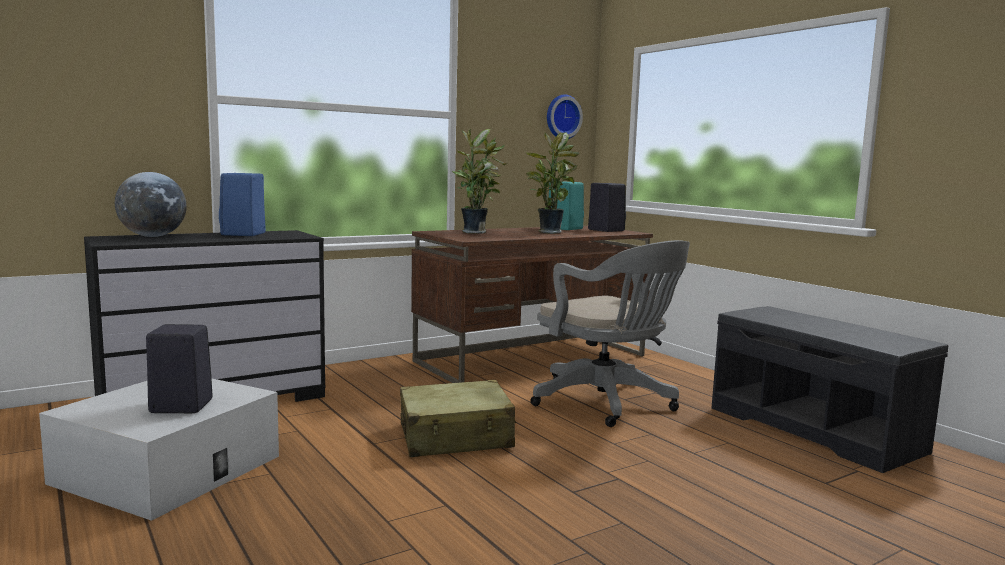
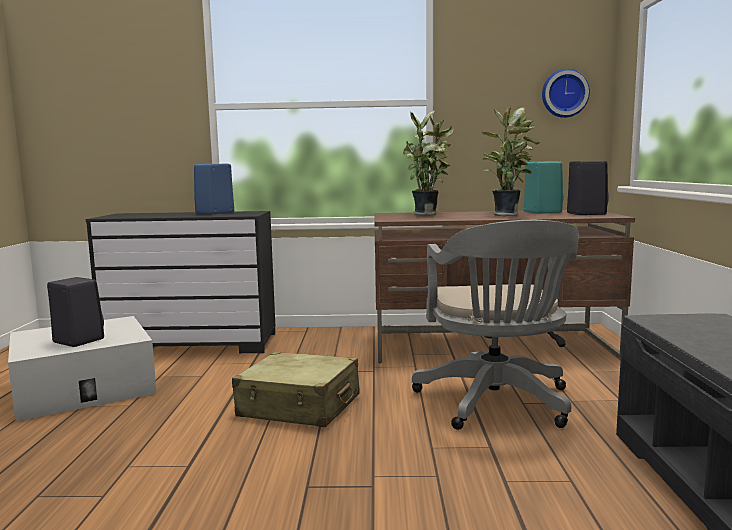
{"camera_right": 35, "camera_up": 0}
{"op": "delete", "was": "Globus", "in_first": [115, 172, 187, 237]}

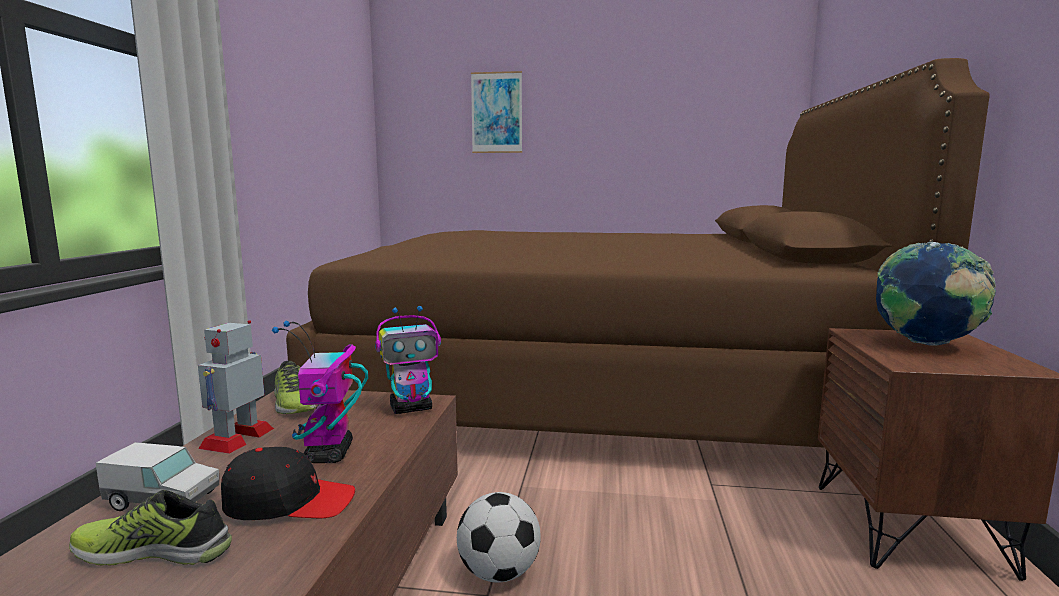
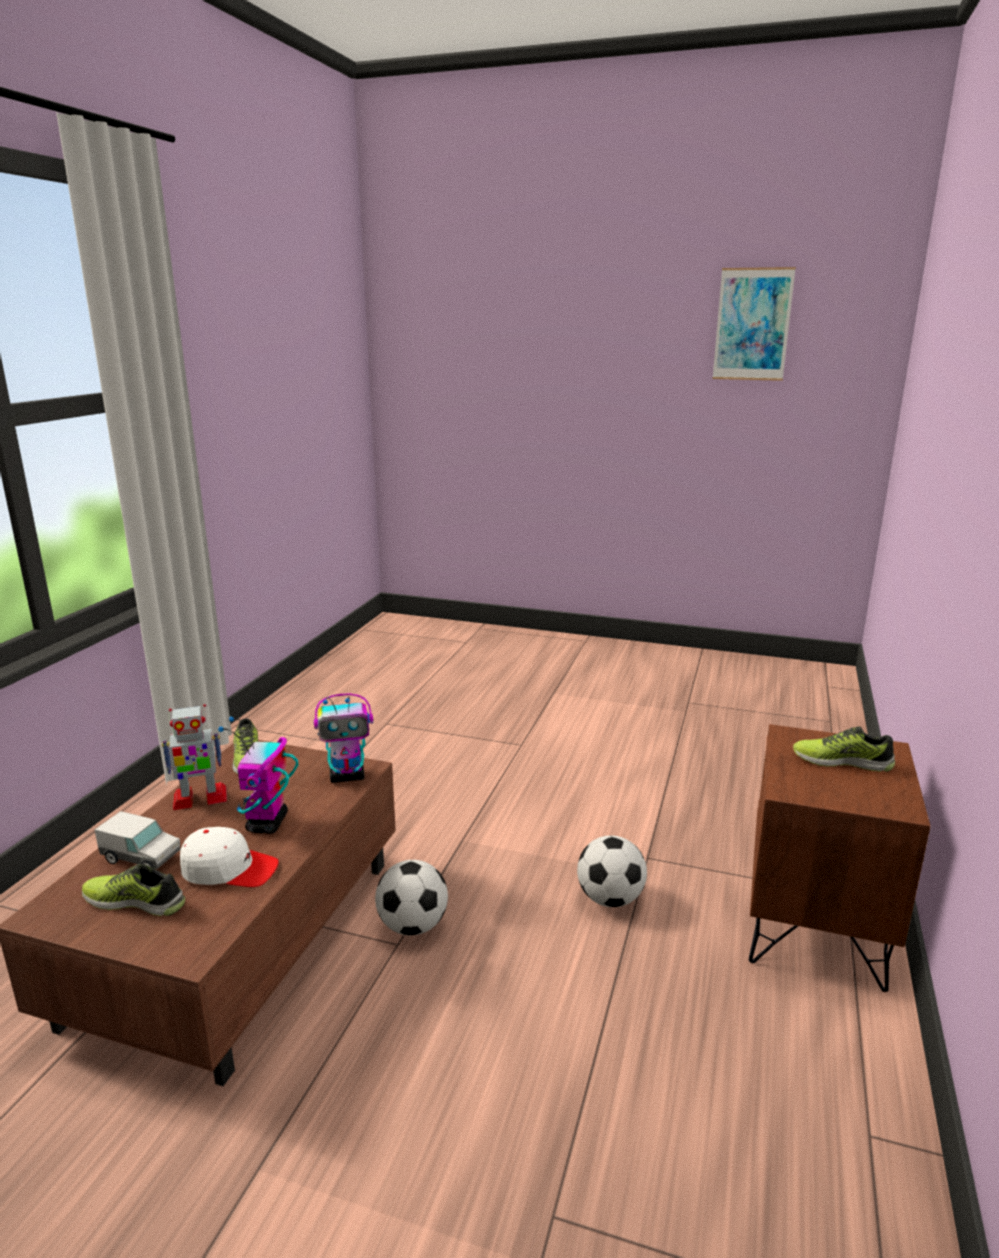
{"camera_right": 10, "camera_up": 10}
{"op": "delete", "was": "Bett [braun]", "in_first": [286, 58, 990, 448]}
{"op": "move", "was": "Bild", "in_first": [471, 71, 522, 153], "in_second": [712, 267, 796, 381]}
{"op": "replace", "was": "Globus", "now": "Schuh", "in_first": [876, 242, 996, 346], "in_second": [793, 727, 895, 772]}
{"op": "rotate", "was": "Spielzeugroboter", "in_first": [198, 320, 274, 454], "in_second": [161, 704, 227, 810], "clockwise": -135}
{"op": "recolor", "was": "Kappe [schwarz]", "now": "Kappe [weiß]", "in_first": [221, 447, 355, 520], "in_second": [180, 827, 279, 887]}
{"op": "insert", "now": "Fußball", "in_second": [577, 835, 647, 907]}

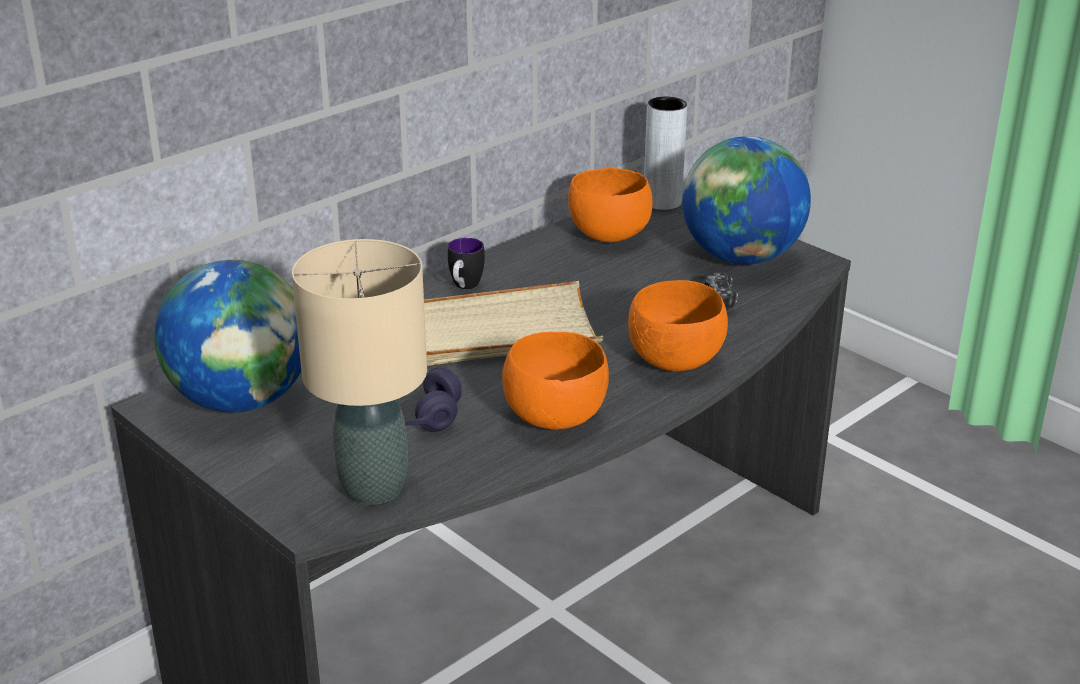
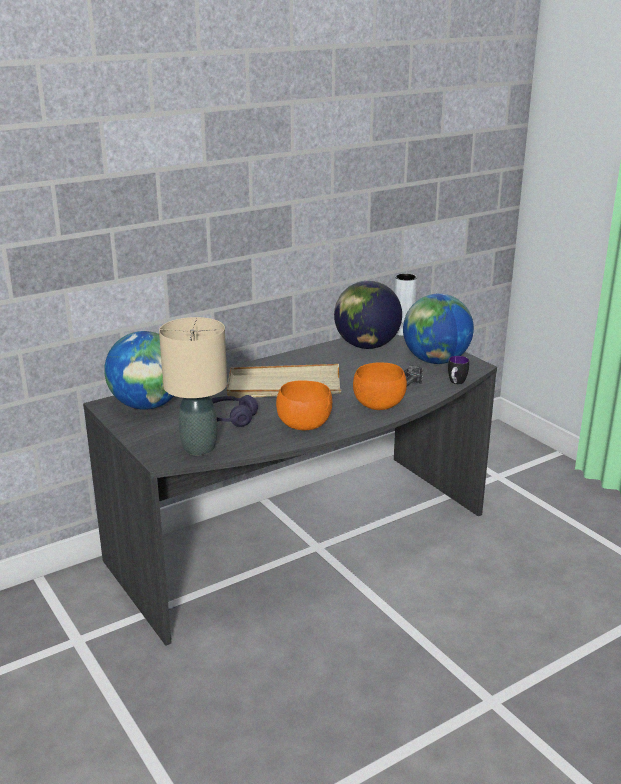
{"camera_right": 10, "camera_up": -5}
{"op": "replace", "was": "Schüssel [orange]", "now": "Globus", "in_first": [568, 168, 653, 242], "in_second": [334, 281, 402, 349]}
{"op": "move", "was": "Henkelbecher", "in_first": [447, 238, 485, 289], "in_second": [448, 356, 469, 385]}

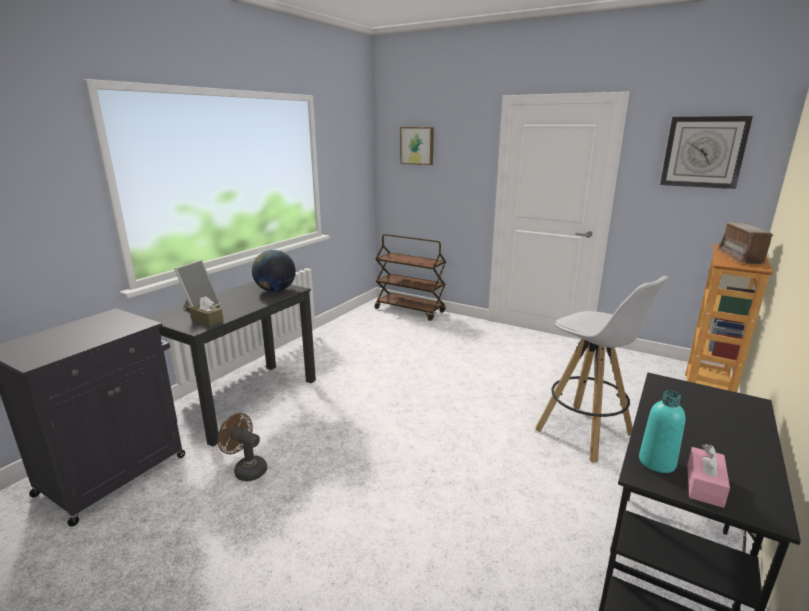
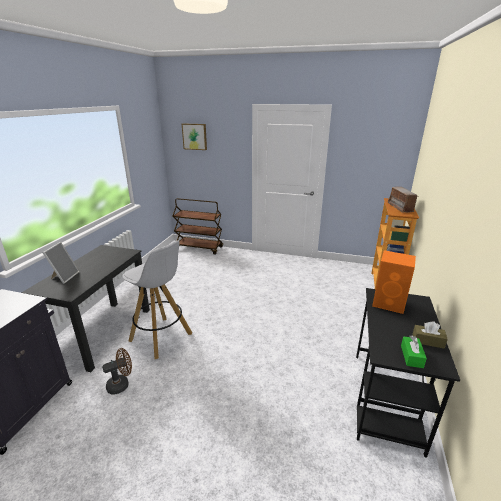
{"camera_right": -15, "camera_up": 5}
{"op": "delete", "was": "Wanduhr", "in_first": [660, 116, 753, 189]}
{"op": "delete", "was": "Globus", "in_first": [252, 250, 296, 292]}
{"op": "move", "was": "Hocker [weiß]", "in_first": [535, 276, 668, 463], "in_second": [122, 240, 192, 359]}
{"op": "move", "was": "Taschentuchbox [braun]", "in_first": [189, 296, 224, 326], "in_second": [413, 321, 448, 349]}
{"op": "delete", "was": "Flasche [türkis]", "in_first": [639, 390, 685, 473]}
{"op": "rotate", "was": "Ventilator [braun]", "in_first": [217, 413, 267, 482], "in_second": [102, 348, 132, 395], "clockwise": 135}
{"op": "recolor", "was": "Taschentuchbox [rosa]", "now": "Taschentuchbox [grün]", "in_first": [687, 444, 730, 508], "in_second": [401, 335, 427, 368]}
{"op": "insert", "now": "Lautsprecher [orange]", "in_second": [372, 250, 416, 314]}

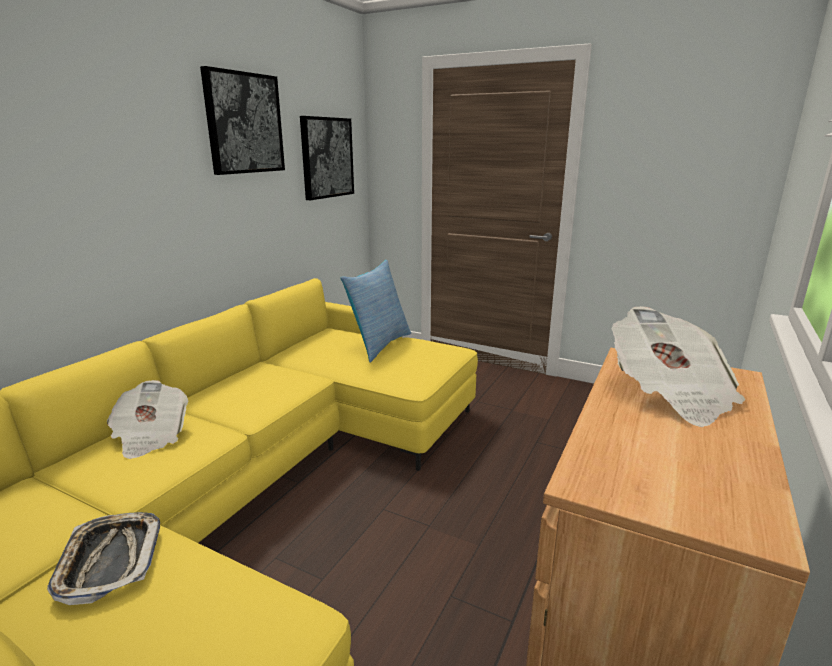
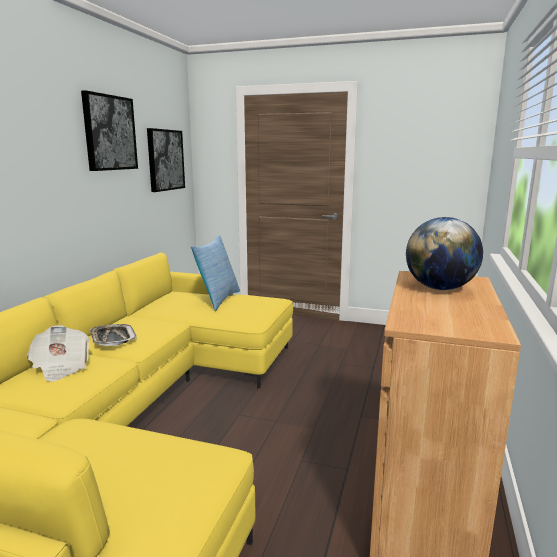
{"camera_right": -10, "camera_up": -5}
{"op": "replace", "was": "Zeitung", "now": "Globus", "in_first": [612, 306, 745, 427], "in_second": [406, 217, 483, 290]}
{"op": "move", "was": "Tablett", "in_first": [47, 512, 160, 605], "in_second": [90, 324, 137, 346]}

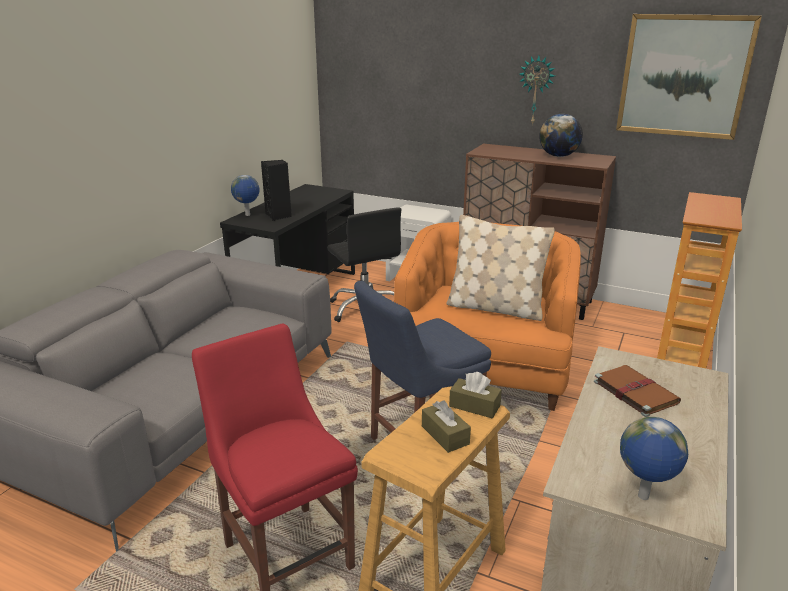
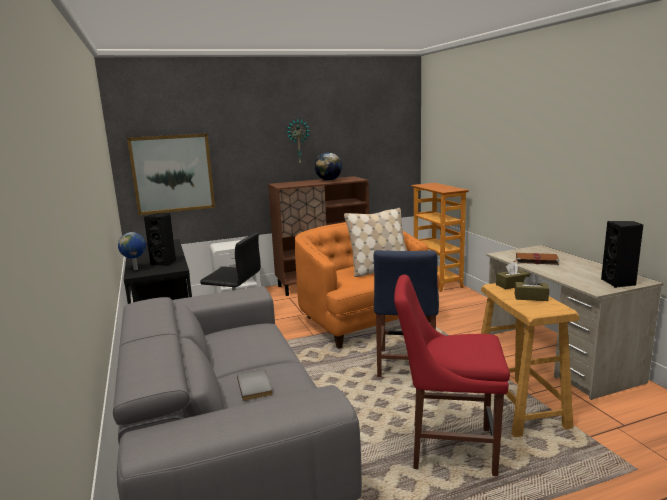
{"camera_right": -45, "camera_up": -10}
{"op": "move", "was": "Bild", "in_first": [616, 14, 762, 140], "in_second": [127, 133, 215, 215]}
{"op": "replace", "was": "Globus", "now": "Lautsprecher [schwarz]", "in_first": [620, 417, 688, 500], "in_second": [601, 221, 644, 288]}
{"op": "insert", "now": "Buch [grau]", "in_second": [237, 370, 273, 401]}

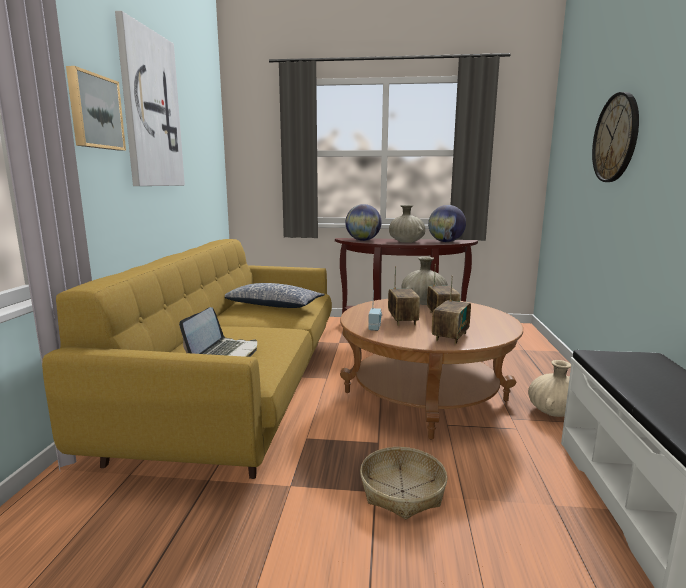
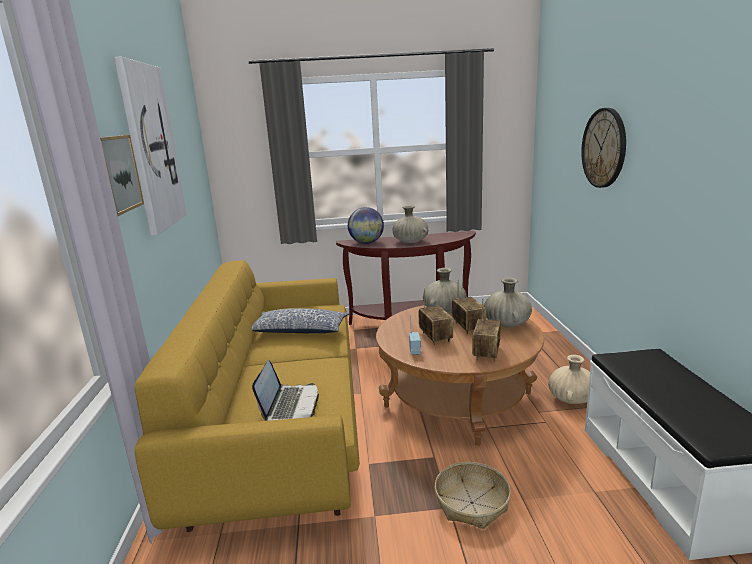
{"camera_right": -10, "camera_up": 5}
{"op": "delete", "was": "Globus", "in_first": [428, 205, 466, 242]}
{"op": "insert", "now": "Vase [beige]", "in_second": [484, 278, 532, 328]}

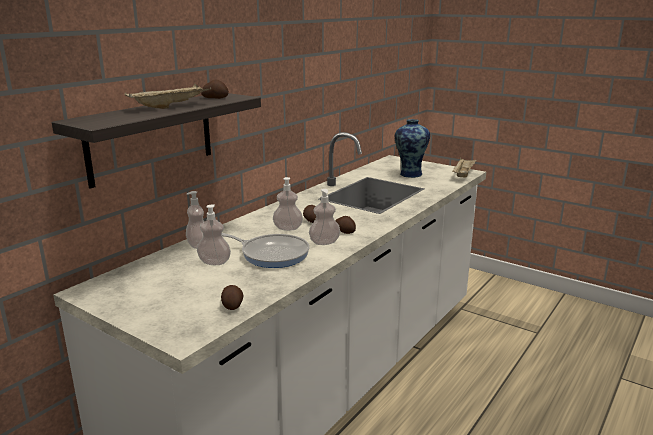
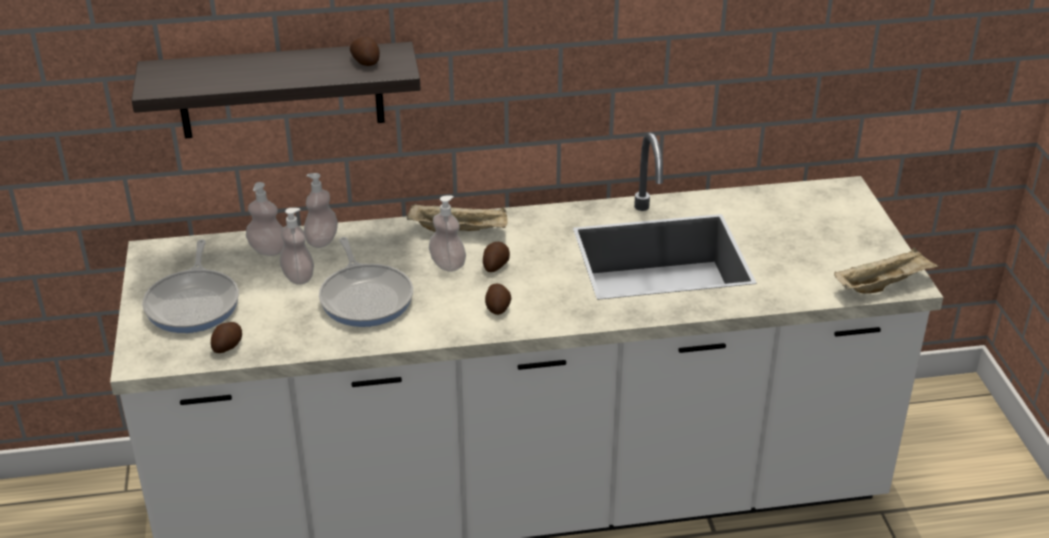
{"camera_right": 45, "camera_up": 15}
{"op": "move", "was": "Tablett [beige]", "in_first": [124, 84, 211, 109], "in_second": [407, 203, 508, 232]}
{"op": "delete", "was": "Vase", "in_first": [395, 119, 430, 178]}
{"op": "move", "was": "Seifenspender", "in_first": [309, 189, 340, 245], "in_second": [246, 182, 284, 256]}
{"op": "insert", "now": "Pfanne", "in_second": [142, 239, 239, 333]}

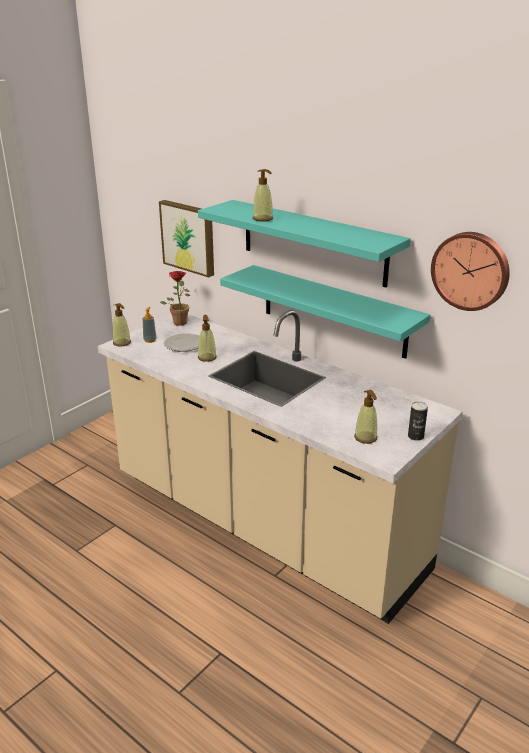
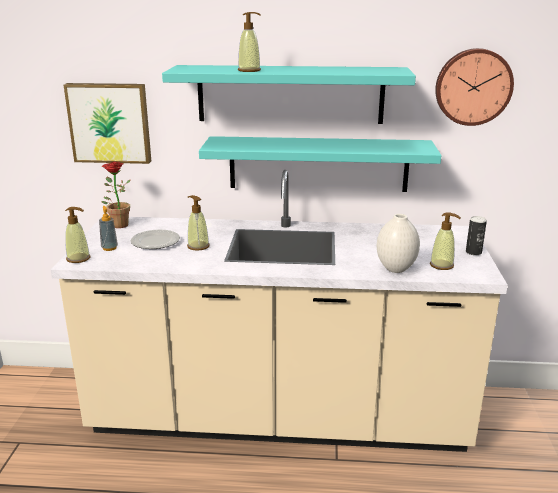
{"camera_right": -35, "camera_up": -5}
{"op": "insert", "now": "Vase [weiß]", "in_second": [377, 214, 420, 273]}

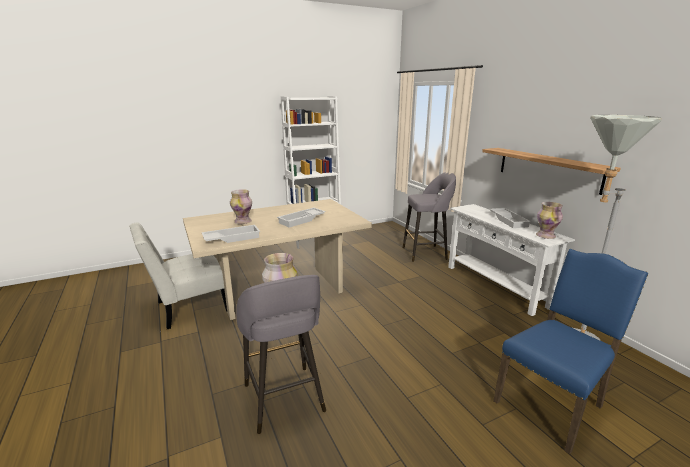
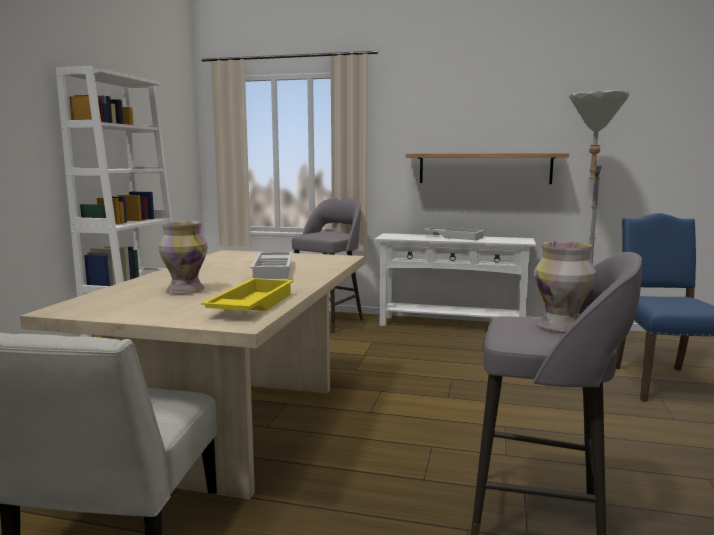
{"camera_right": -50, "camera_up": -10}
{"op": "delete", "was": "Vase", "in_first": [536, 202, 563, 239]}
{"op": "recolor", "was": "Tablett [weiß]", "now": "Tablett [gelb]", "in_first": [202, 225, 260, 243], "in_second": [201, 278, 293, 311]}

